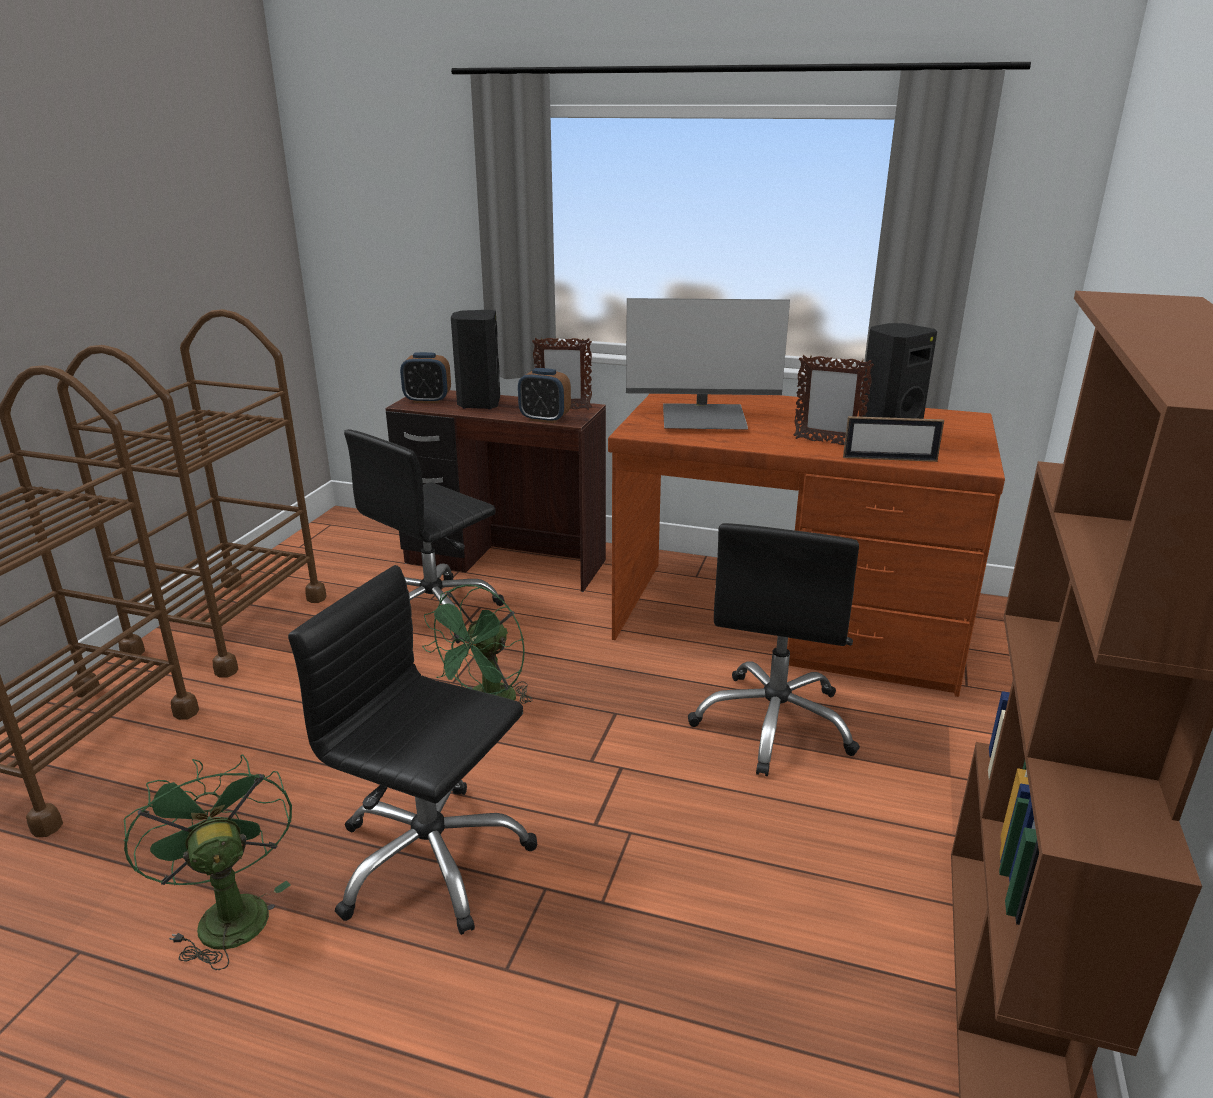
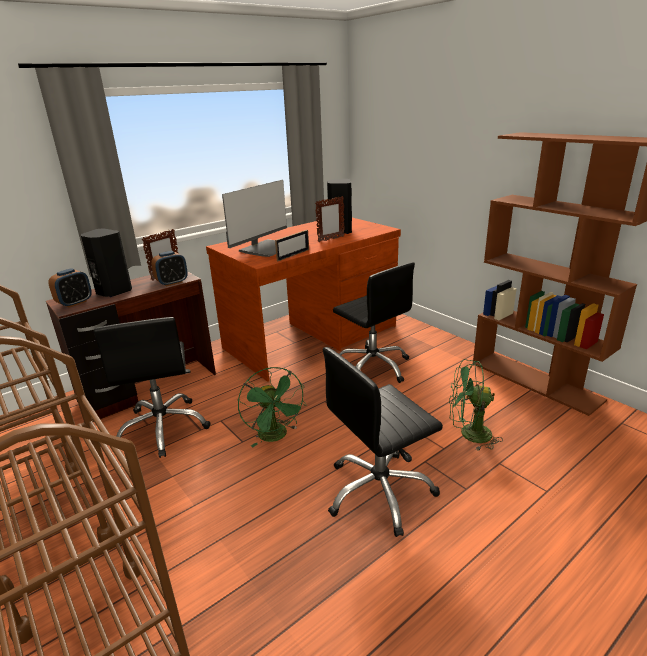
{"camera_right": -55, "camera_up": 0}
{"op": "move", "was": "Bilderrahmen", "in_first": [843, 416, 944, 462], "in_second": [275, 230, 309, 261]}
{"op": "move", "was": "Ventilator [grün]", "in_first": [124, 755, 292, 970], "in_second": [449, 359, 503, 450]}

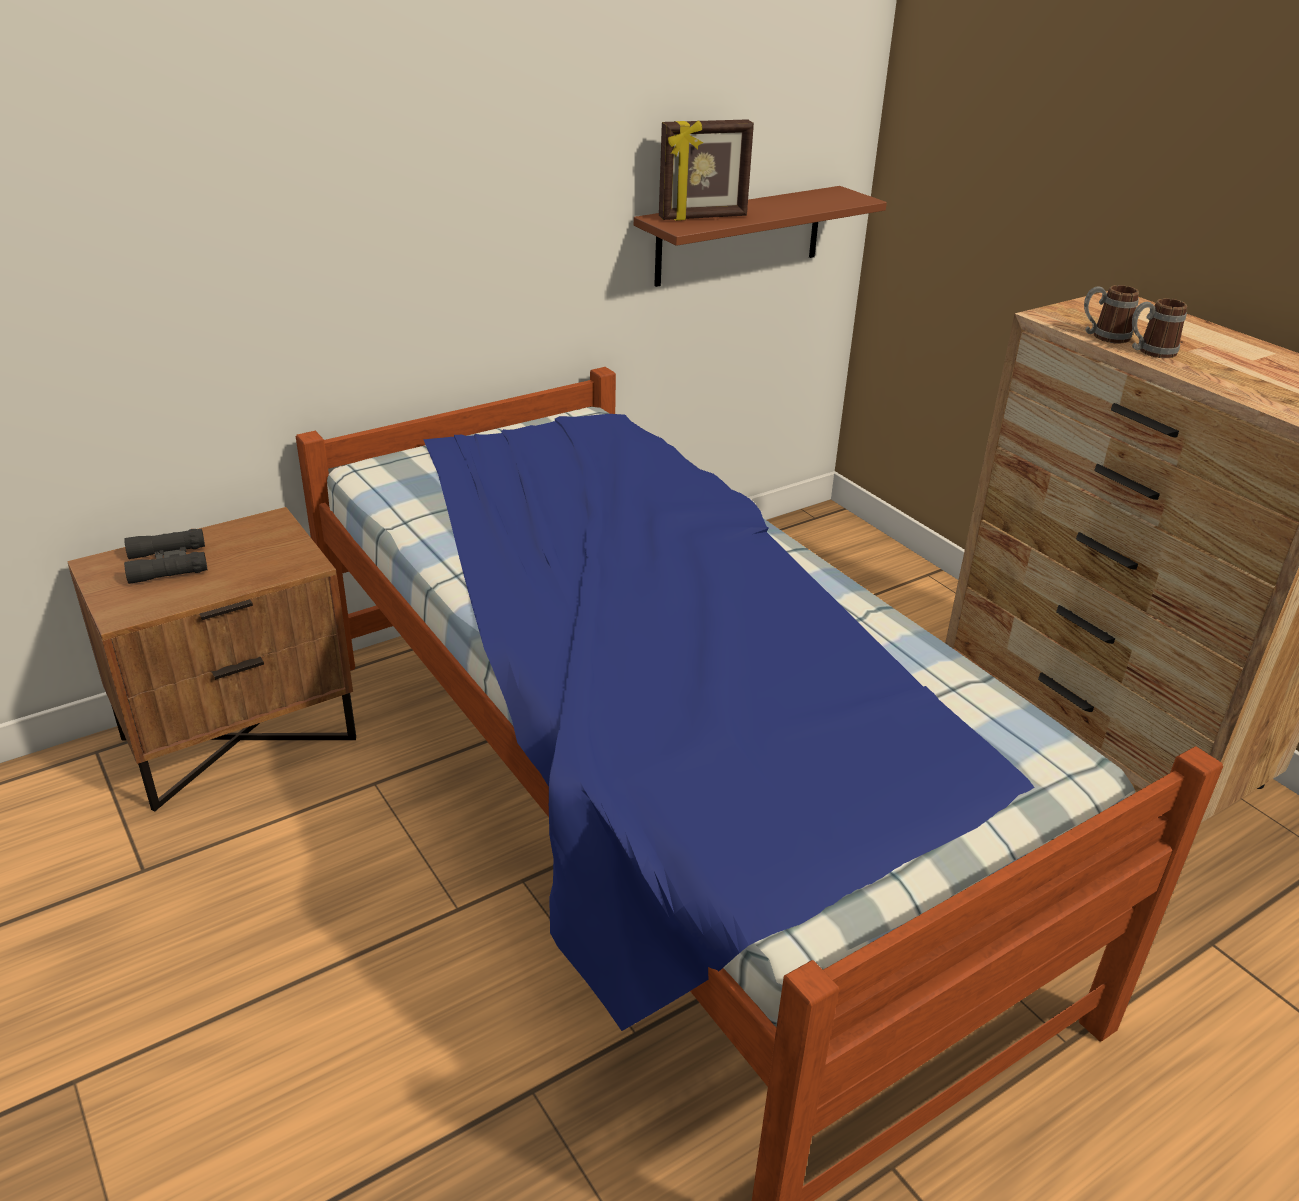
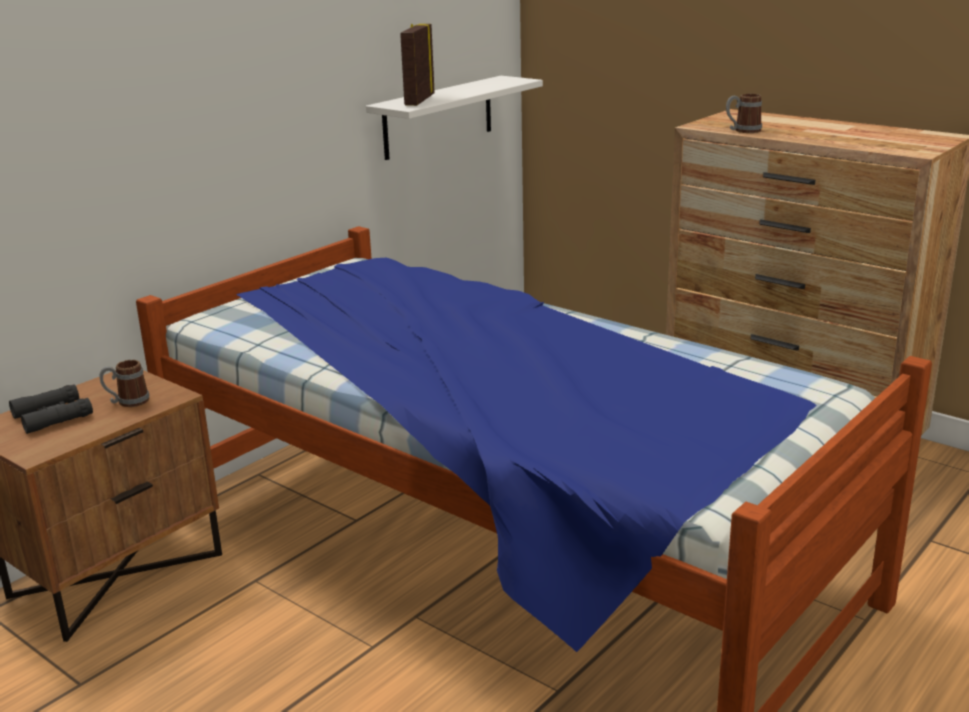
{"camera_right": -15, "camera_up": -10}
{"op": "rotate", "was": "Bilderrahmen", "in_first": [659, 119, 754, 221], "in_second": [400, 23, 435, 106], "clockwise": 135}
{"op": "recolor", "was": "Wandregal [braun]", "now": "Wandregal [weiß]", "in_first": [634, 186, 887, 287], "in_second": [366, 76, 543, 160]}
{"op": "move", "was": "Henkelbecher", "in_first": [1132, 298, 1187, 358], "in_second": [99, 360, 149, 407]}

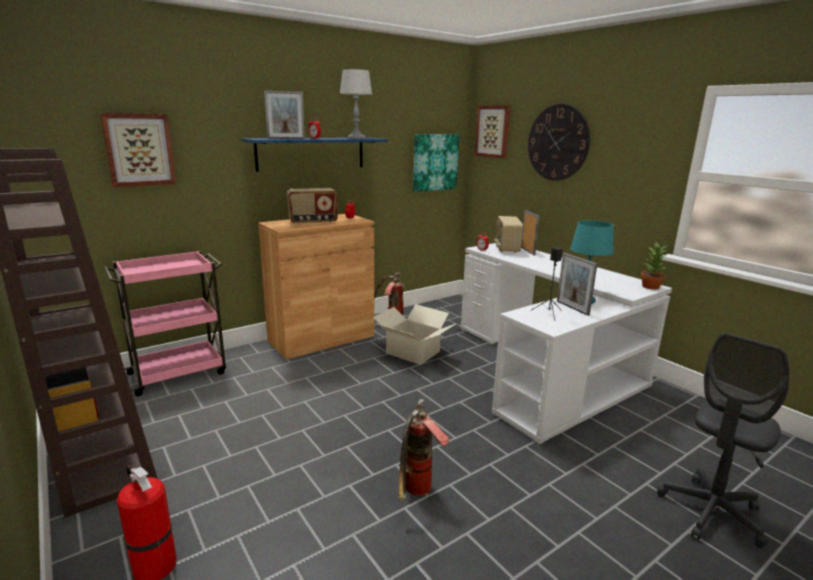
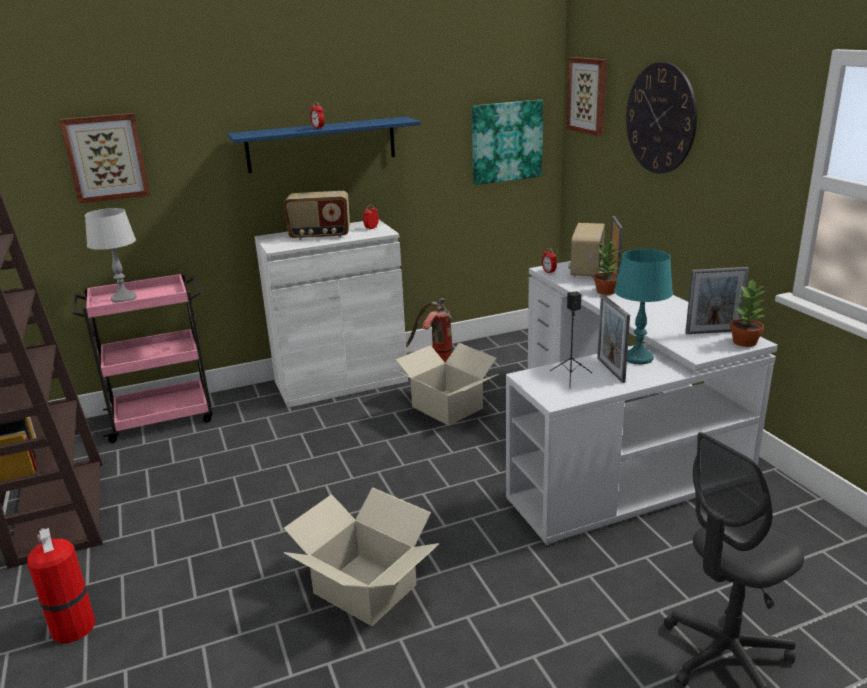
{"camera_right": 15, "camera_up": 5}
{"op": "move", "was": "Tischlampe [grau]", "in_first": [340, 69, 372, 139], "in_second": [85, 208, 137, 303]}
{"op": "move", "was": "Bilderrahmen", "in_first": [264, 91, 305, 139], "in_second": [685, 267, 749, 334]}
{"op": "recolor", "was": "Schrank [braun]", "now": "Schrank [weiß]", "in_first": [258, 214, 374, 360], "in_second": [255, 220, 408, 408]}
{"op": "replace", "was": "Feuerlöscher", "now": "Karton", "in_first": [399, 398, 449, 502], "in_second": [284, 487, 439, 626]}
{"op": "insert", "now": "Topfpflanze", "in_second": [594, 240, 620, 295]}

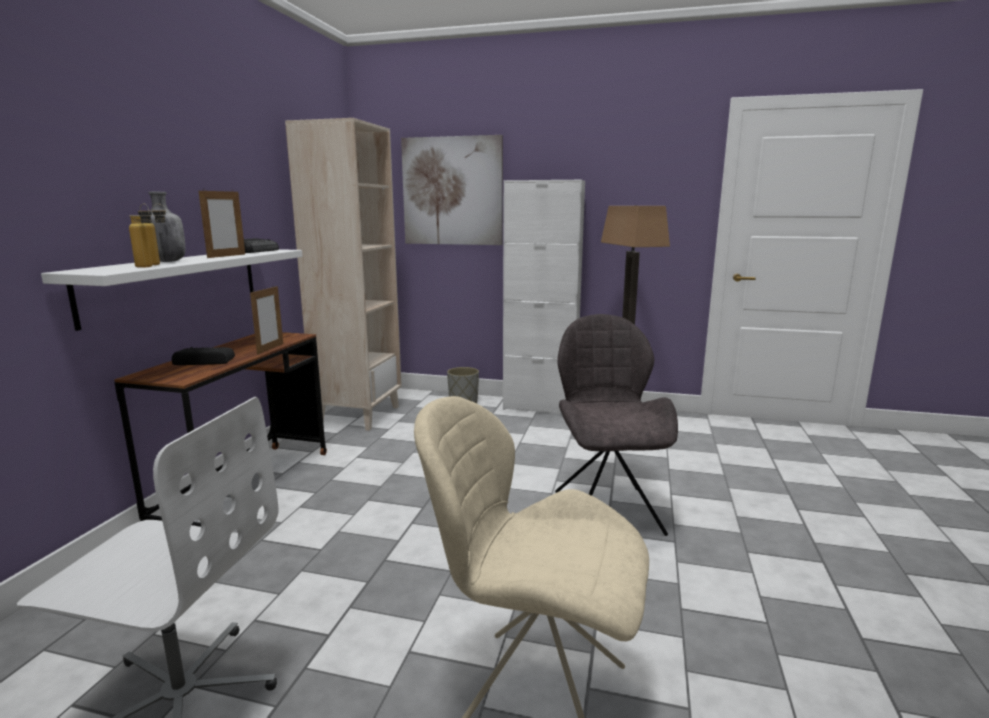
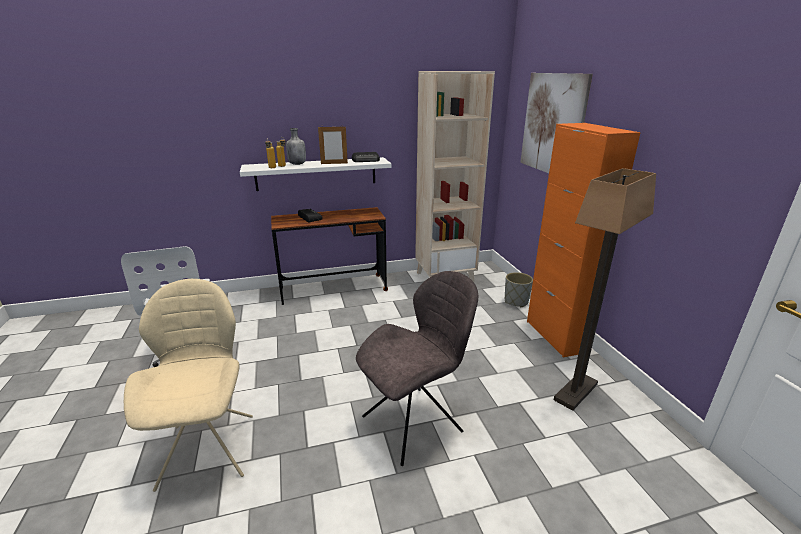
{"camera_right": 60, "camera_up": 10}
{"op": "recolor", "was": "Schrank [weiß]", "now": "Schrank [orange]", "in_first": [503, 179, 585, 414], "in_second": [527, 123, 641, 357]}
{"op": "delete", "was": "Bilderrahmen", "in_first": [250, 285, 283, 355]}

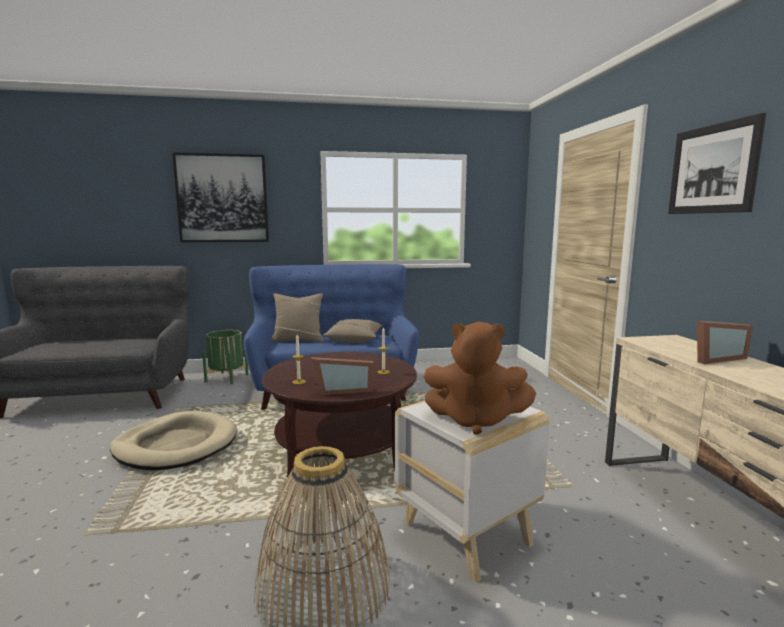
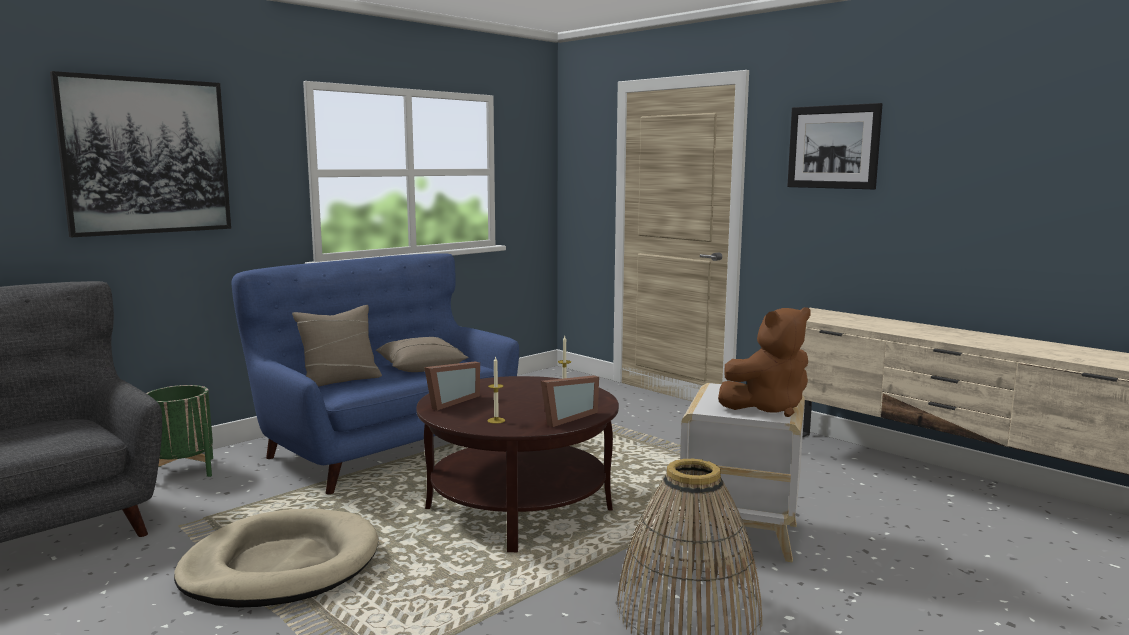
{"camera_right": -35, "camera_up": 0}
{"op": "move", "was": "Bilderrahmen", "in_first": [697, 321, 753, 364], "in_second": [424, 362, 480, 411]}

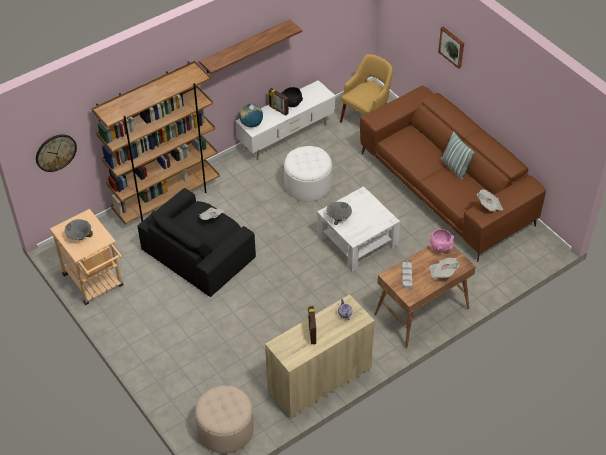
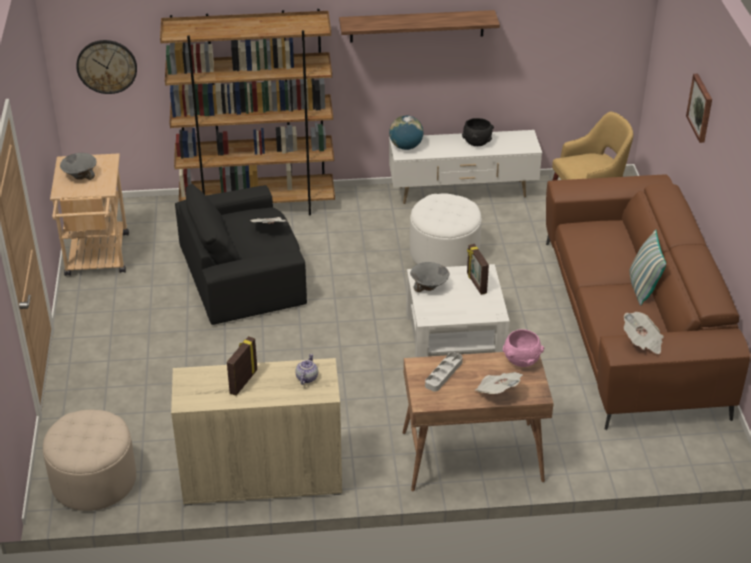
{"camera_right": 30, "camera_up": -10}
{"op": "move", "was": "Bilderrahmen", "in_first": [268, 88, 289, 116], "in_second": [467, 244, 489, 295]}

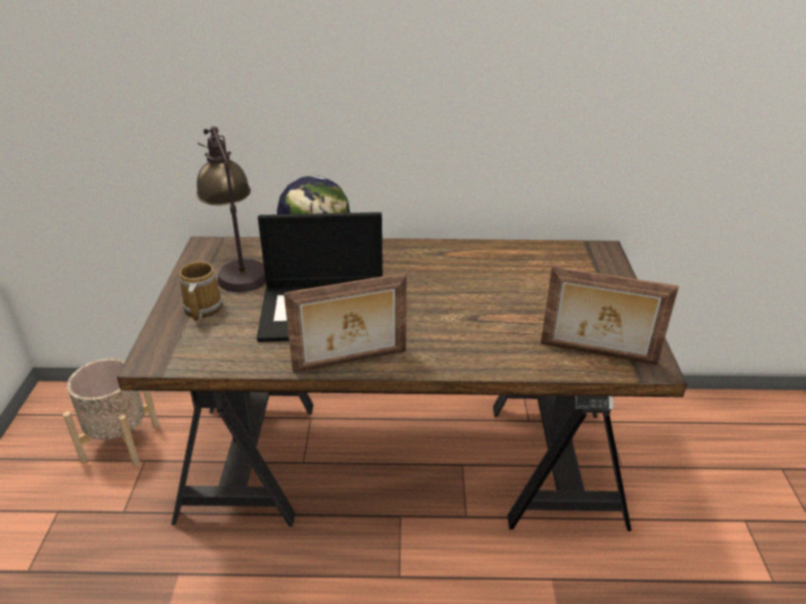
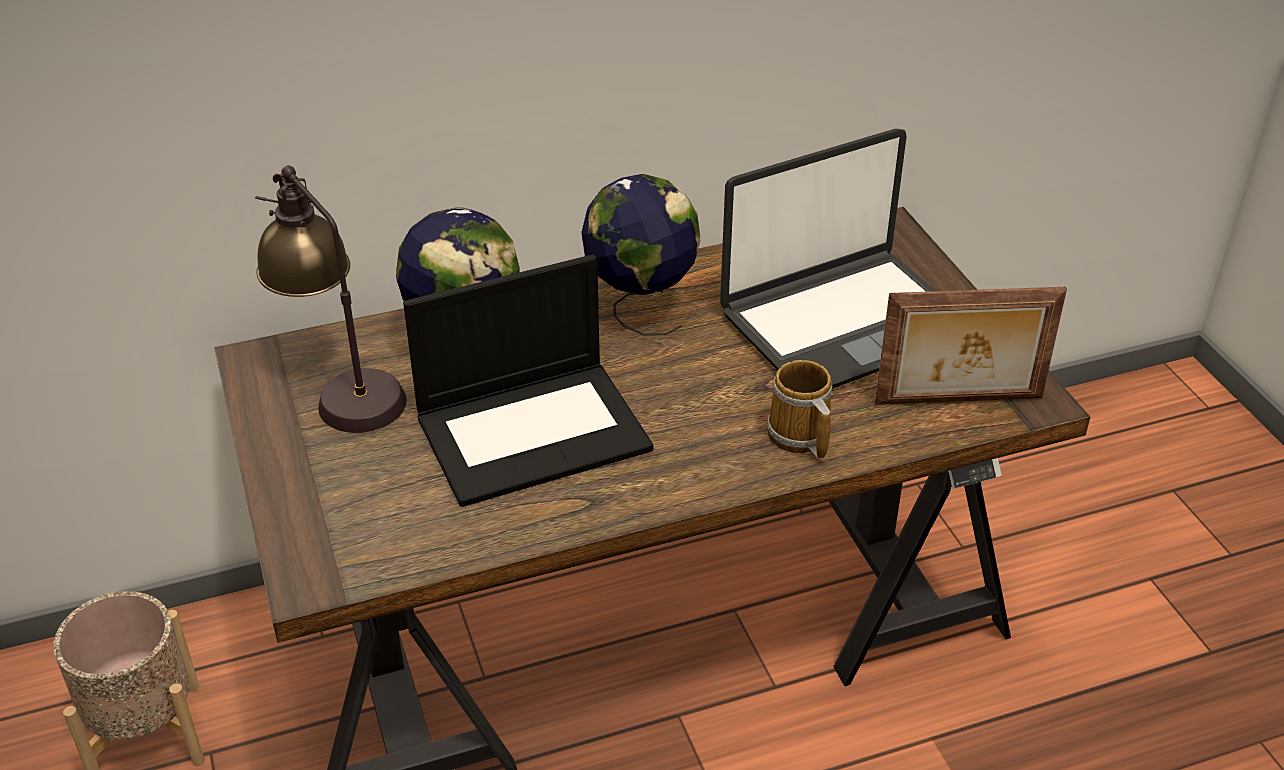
{"camera_right": -20, "camera_up": 5}
{"op": "move", "was": "Henkelbecher", "in_first": [179, 261, 222, 322], "in_second": [767, 360, 832, 459]}
{"op": "delete", "was": "Bilderrahmen", "in_first": [284, 273, 407, 373]}
{"op": "insert", "now": "Laptop", "in_second": [720, 129, 936, 388]}
{"op": "insert", "now": "Globus", "in_second": [581, 174, 700, 336]}

